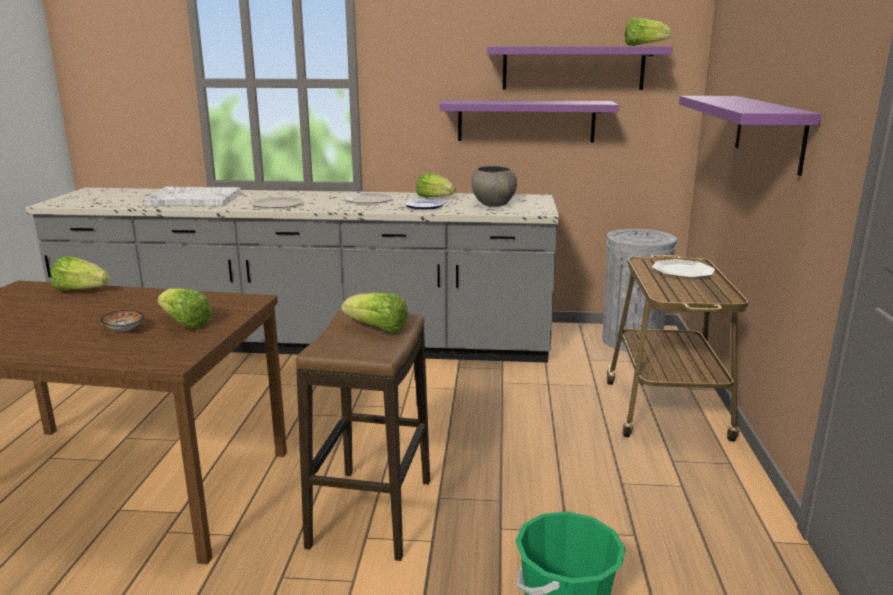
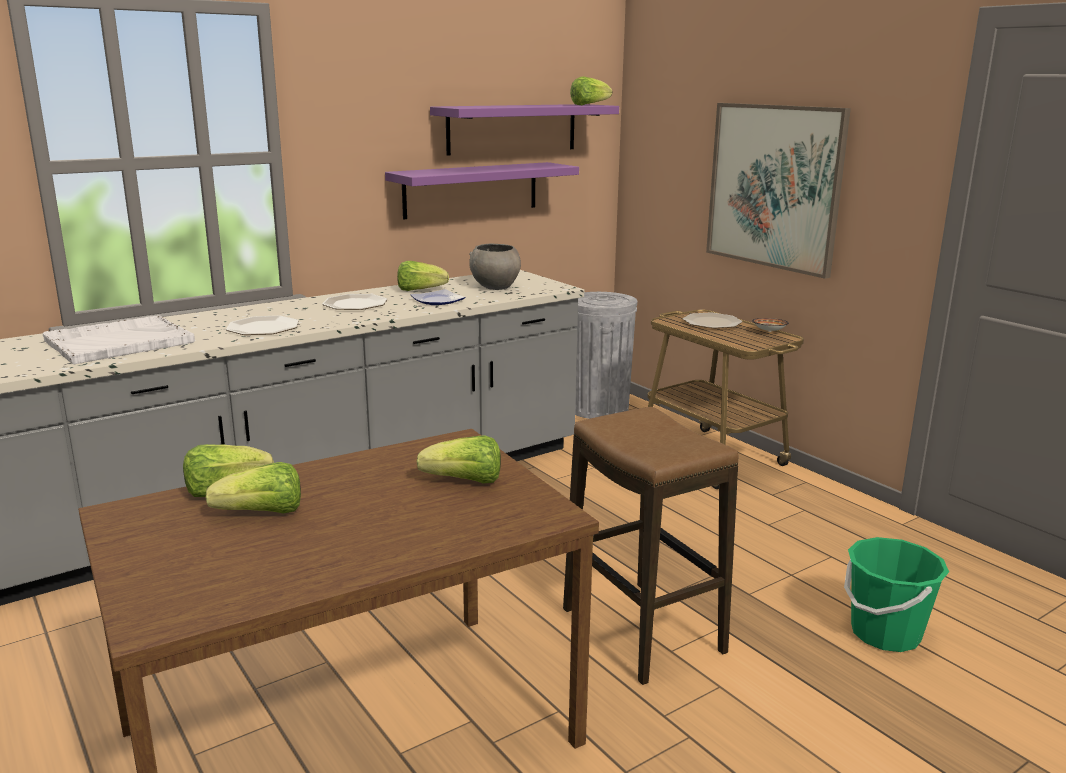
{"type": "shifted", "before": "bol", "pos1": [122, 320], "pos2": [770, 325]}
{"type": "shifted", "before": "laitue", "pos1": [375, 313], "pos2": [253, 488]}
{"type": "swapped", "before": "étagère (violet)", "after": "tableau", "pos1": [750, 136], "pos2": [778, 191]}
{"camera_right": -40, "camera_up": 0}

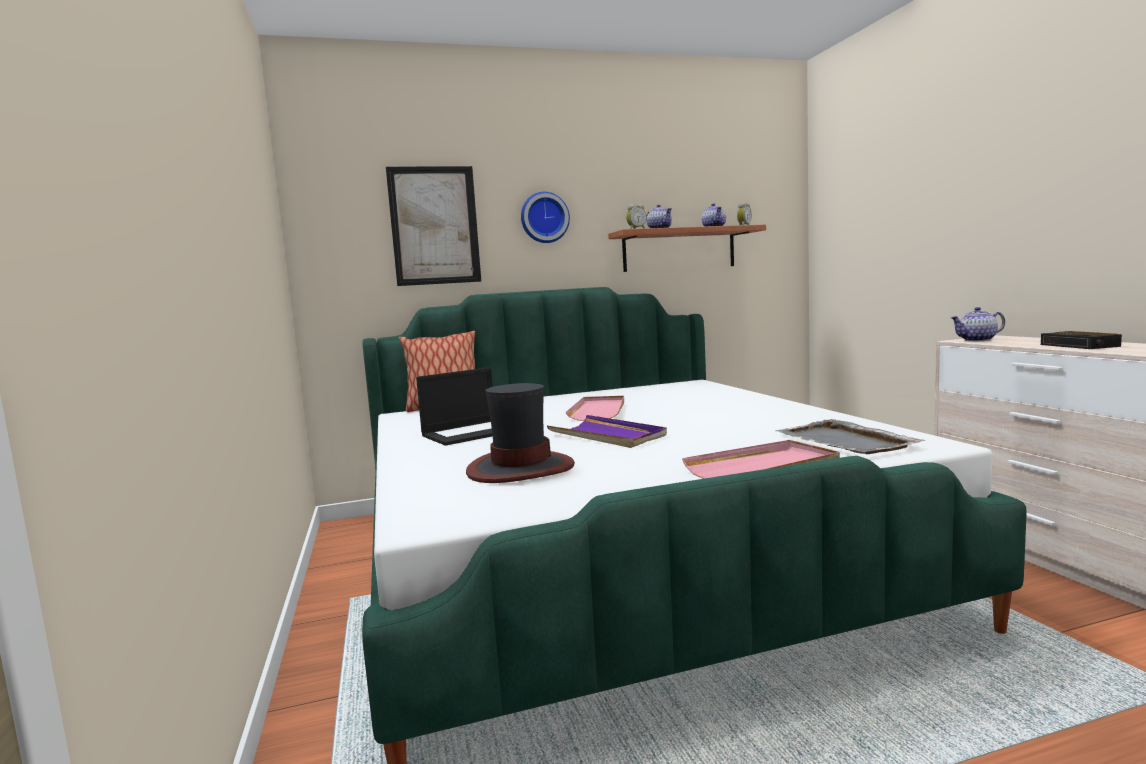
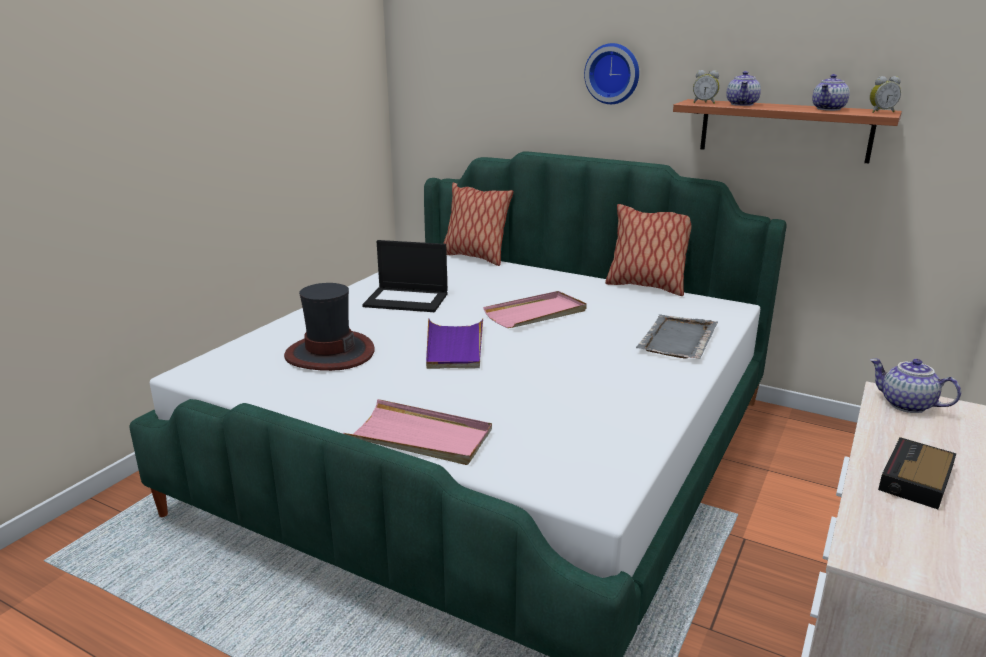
{"type": "gone", "before": "tableau", "pos1": [433, 226]}
{"type": "shifted", "before": "plateau (gris)", "pos1": [851, 436], "pos2": [677, 336]}
{"type": "new", "after": "coussin", "pos2": [648, 250]}
{"camera_right": 45, "camera_up": 15}

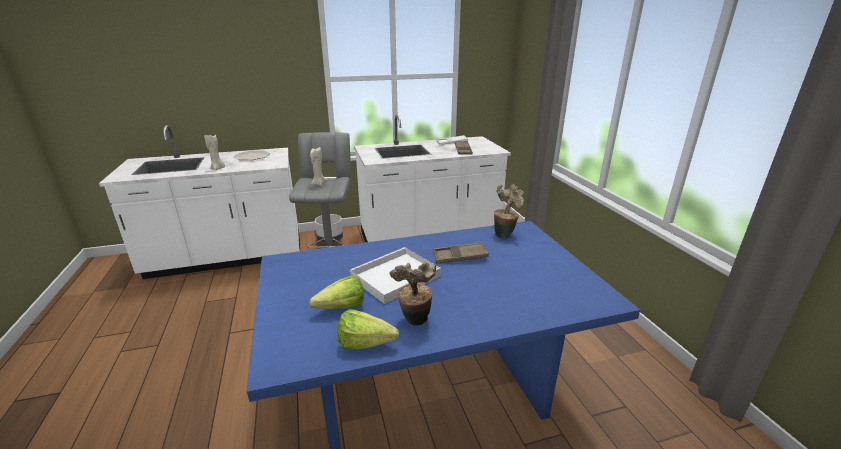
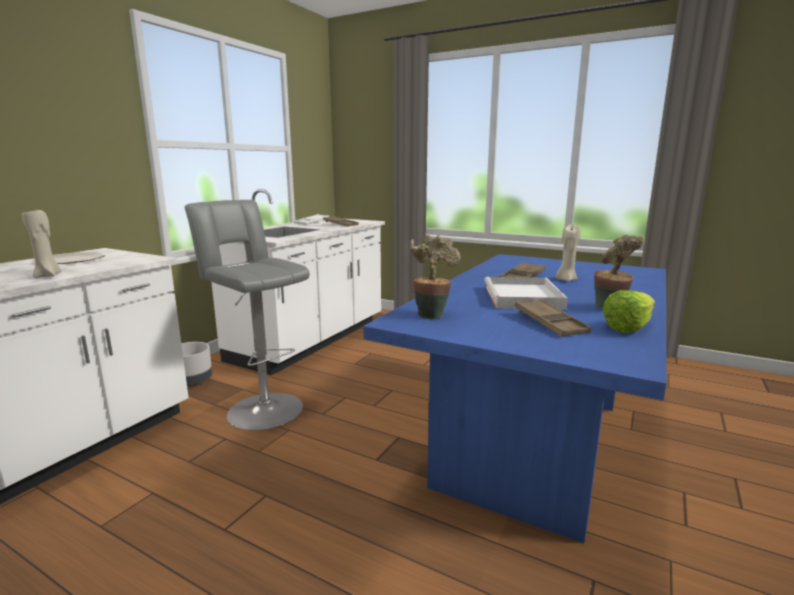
{"type": "swapped", "before": "laitue", "after": "plateau (marron)", "pos1": [336, 292], "pos2": [552, 317]}
{"type": "shifted", "before": "bougie (beige)", "pos1": [319, 166], "pos2": [568, 252]}
{"type": "shifted", "before": "plante en pot", "pos1": [509, 211], "pos2": [435, 277]}
{"camera_right": -45, "camera_up": -10}

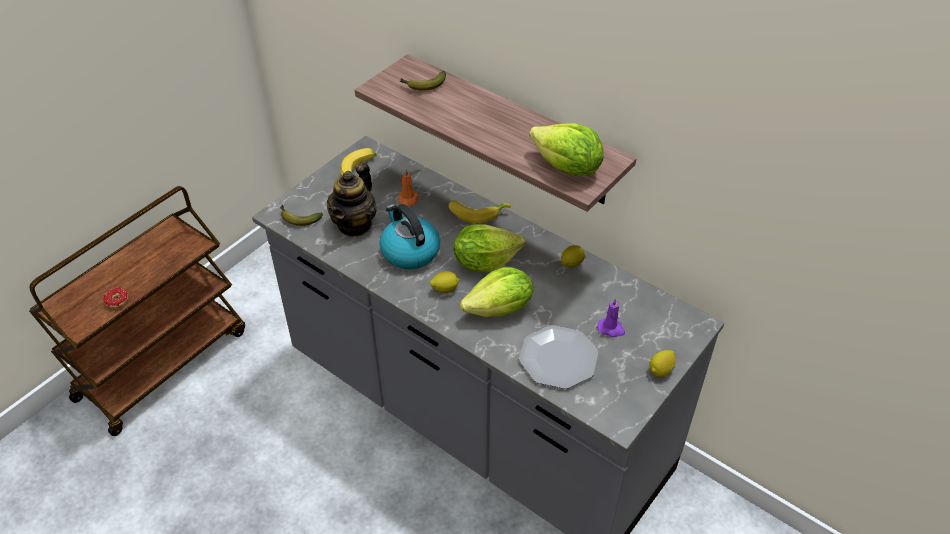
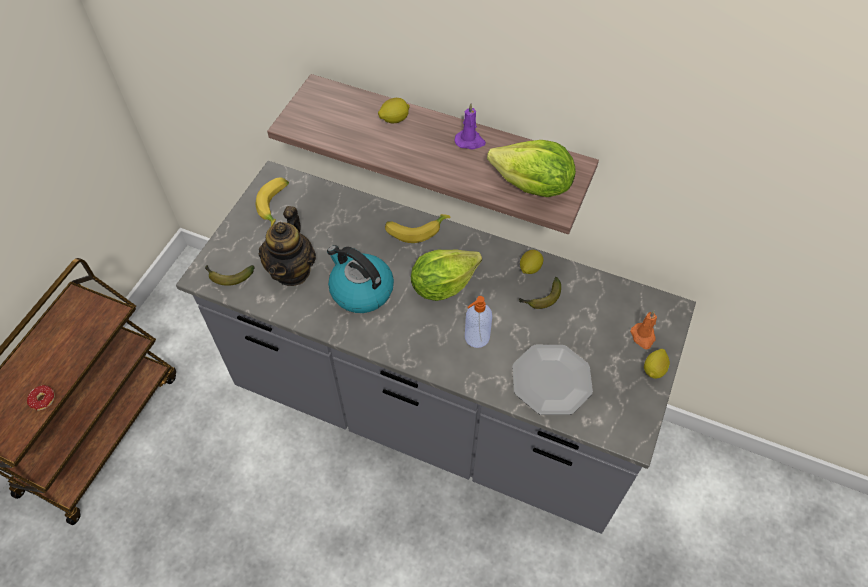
{"type": "shifted", "before": "bougie (orange)", "pos1": [408, 188], "pos2": [643, 330]}
{"type": "shifted", "before": "banane", "pos1": [423, 81], "pos2": [540, 293]}
{"type": "shifted", "before": "citron", "pos1": [445, 282], "pos2": [394, 110]}
{"type": "swapped", "before": "laitue", "after": "distributeur de savon", "pos1": [496, 292], "pos2": [478, 322]}
{"type": "shifted", "before": "bougie (violet)", "pos1": [611, 317], "pos2": [470, 126]}
{"camera_right": -15, "camera_up": 10}

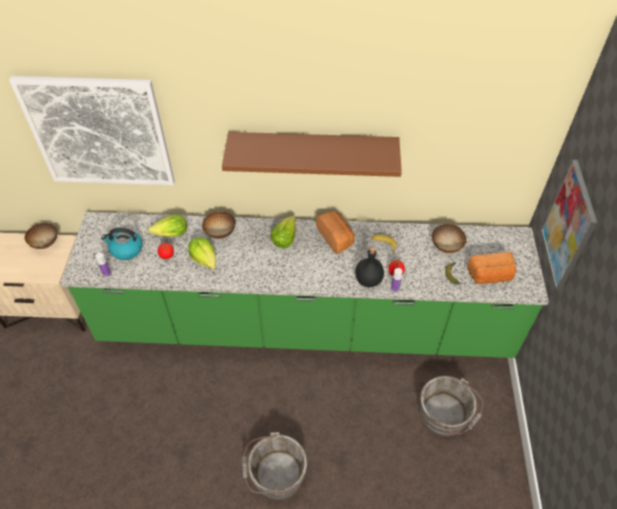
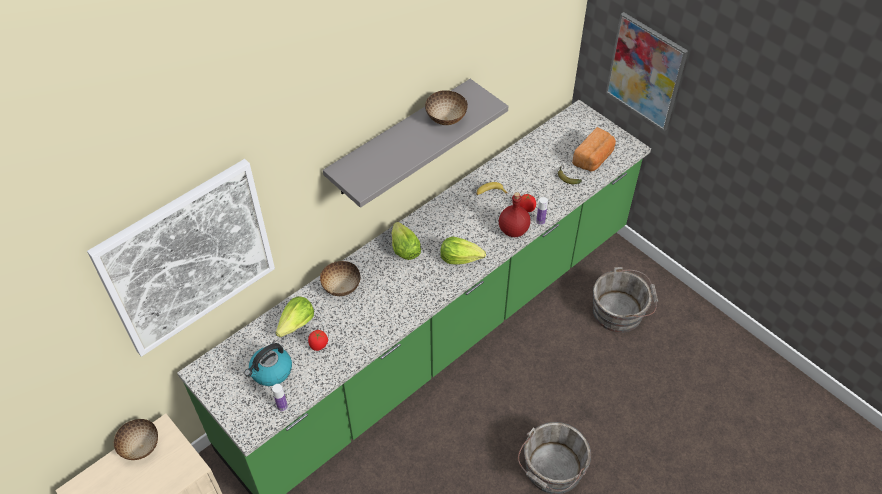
{"type": "shifted", "before": "laitue", "pos1": [202, 253], "pos2": [463, 250]}
{"type": "repainted", "before": "étagère (marron)", "after": "étagère (gris)", "pos1": [312, 154], "pos2": [415, 143]}
{"type": "gone", "before": "pain", "pos1": [335, 232]}
{"type": "repainted", "before": "bouteille (noir)", "after": "bouteille (rouge)", "pos1": [369, 267], "pos2": [515, 214]}
{"type": "shifted", "before": "bol", "pos1": [449, 238], "pos2": [446, 107]}
{"camera_right": -45, "camera_up": 0}

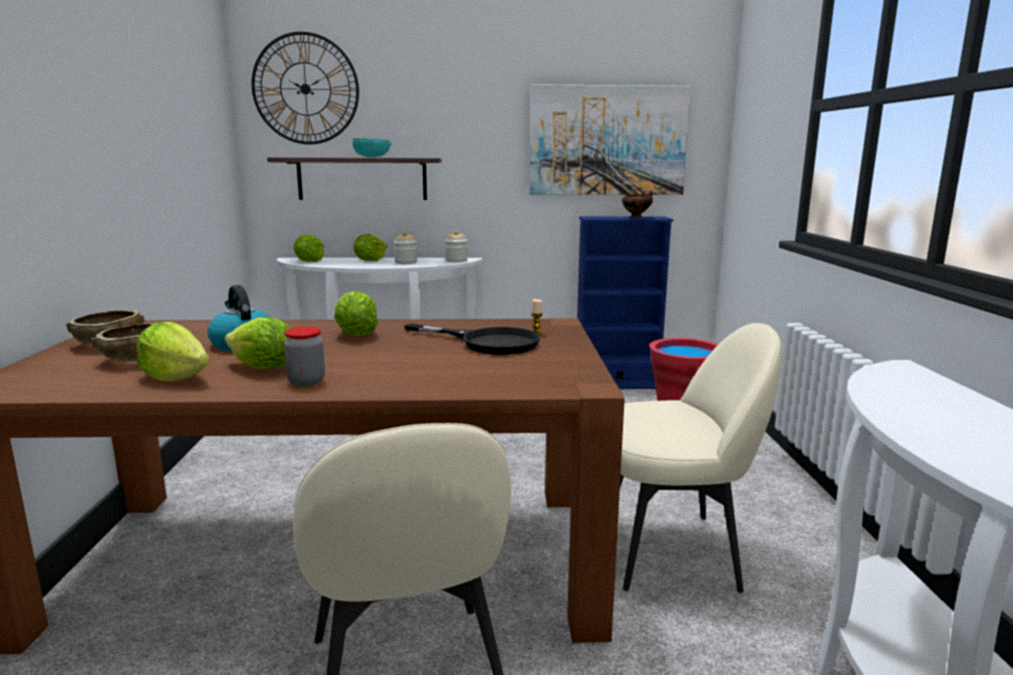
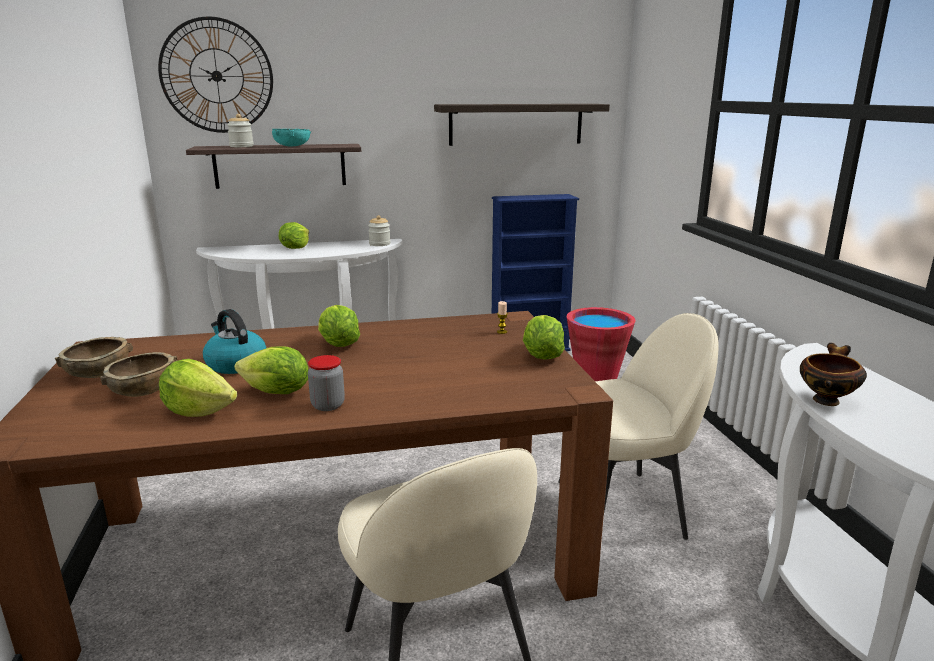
{"type": "shifted", "before": "laitue", "pos1": [308, 248], "pos2": [544, 337]}
{"type": "shifted", "before": "bocal", "pos1": [405, 248], "pos2": [240, 130]}
{"type": "gone", "before": "poêle (noir)", "pos1": [472, 339]}
{"type": "swapped", "before": "tableau", "after": "étagère", "pos1": [610, 139], "pos2": [522, 125]}
{"type": "shifted", "before": "bol", "pos1": [637, 204], "pos2": [833, 374]}
{"camera_right": -10, "camera_up": 5}

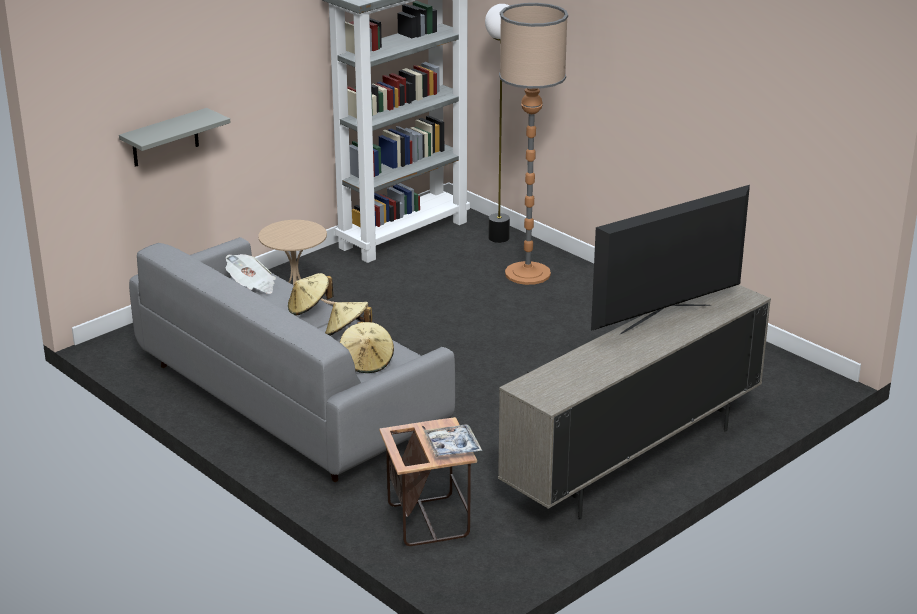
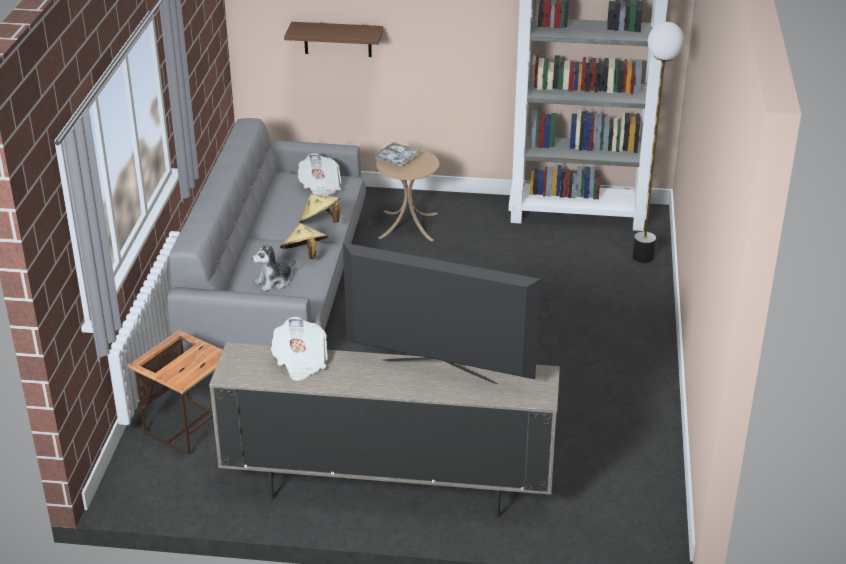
{"type": "repainted", "before": "étagère (gris)", "after": "étagère (marron)", "pos1": [175, 137], "pos2": [334, 39]}
{"type": "swapped", "before": "chapeau (beige)", "after": "peluche", "pos1": [367, 347], "pos2": [274, 266]}
{"type": "shifted", "before": "plateau", "pos1": [453, 441], "pos2": [396, 154]}
{"type": "gone", "before": "lampadaire", "pos1": [533, 144]}
{"type": "new", "after": "journal", "pos2": [298, 349]}
{"camera_right": 50, "camera_up": 5}

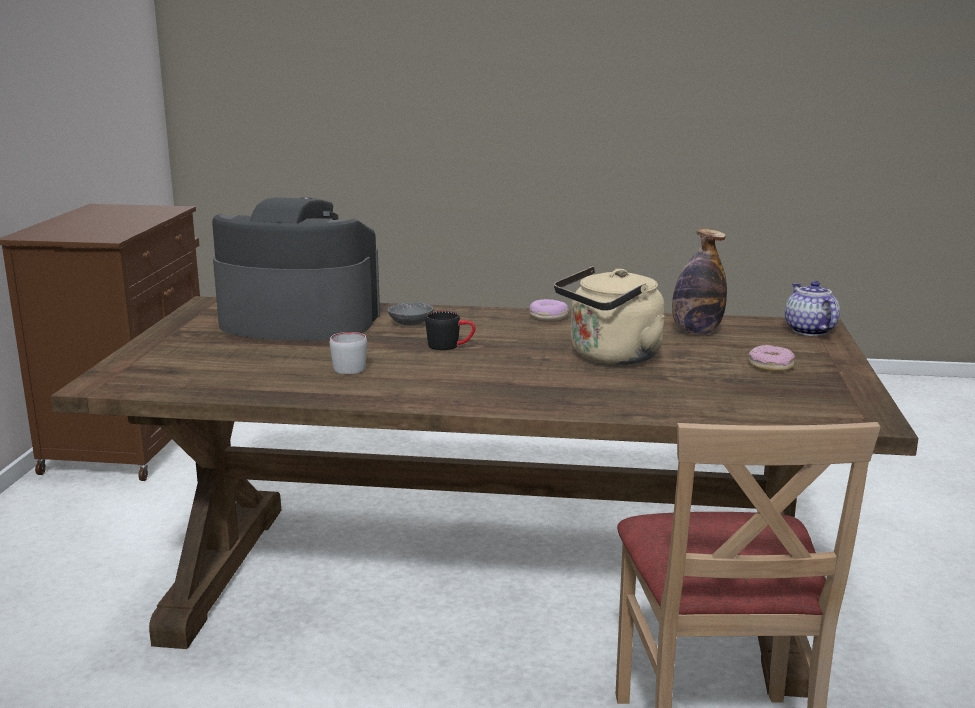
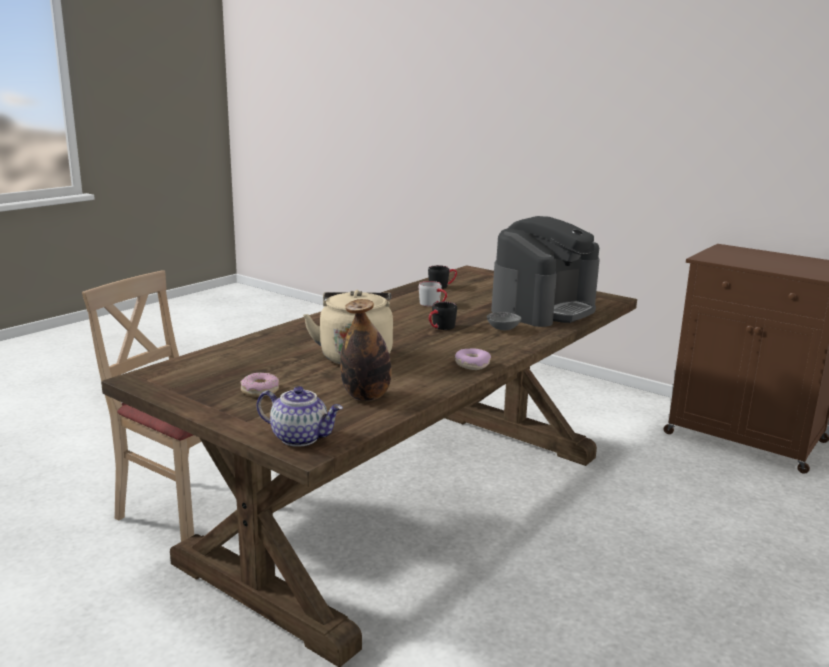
{"type": "new", "after": "mug (noir)", "pos2": [442, 277]}
{"camera_right": 120, "camera_up": 0}

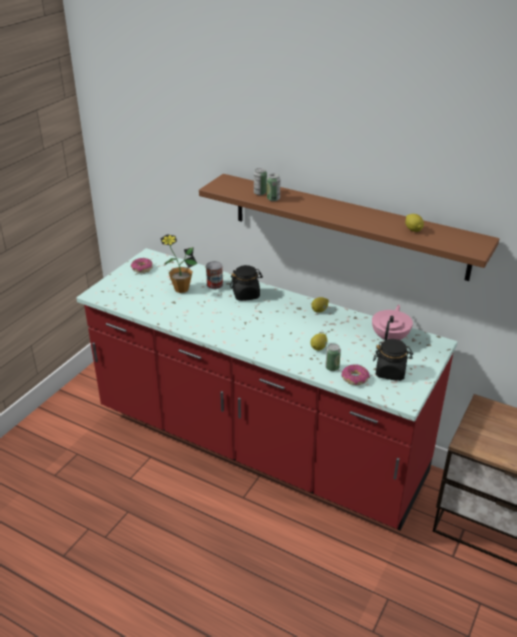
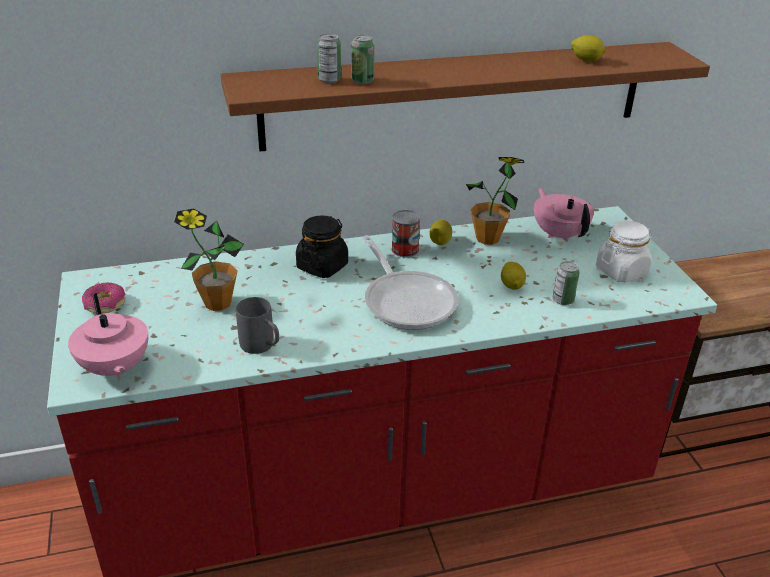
{"type": "shifted", "before": "boîte métallique", "pos1": [214, 275], "pos2": [406, 233]}
{"type": "gone", "before": "beignet", "pos1": [355, 374]}
{"type": "repainted", "before": "bocal (noir)", "after": "bocal (blanc)", "pos1": [393, 360], "pos2": [624, 252]}
{"type": "new", "after": "théière (rose)", "pos2": [108, 336]}
{"type": "new", "after": "mug (gris)", "pos2": [257, 325]}
{"type": "new", "after": "poêle", "pos2": [410, 282]}
{"type": "new", "after": "plante en pot", "pos2": [495, 201]}
{"camera_right": -45, "camera_up": 0}

